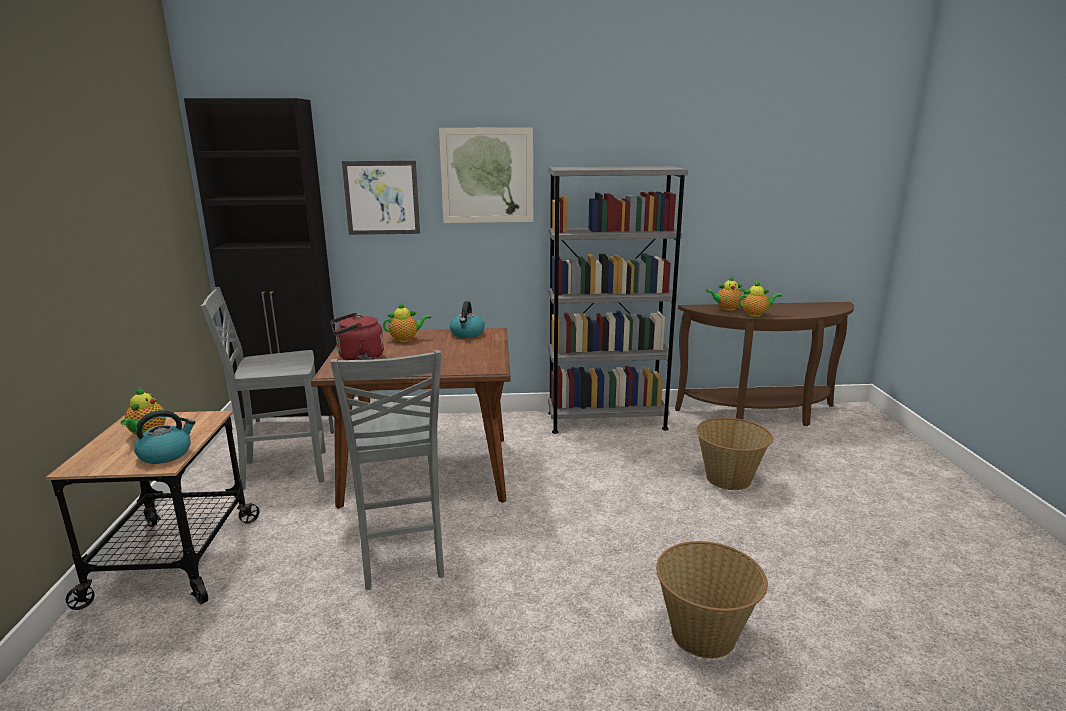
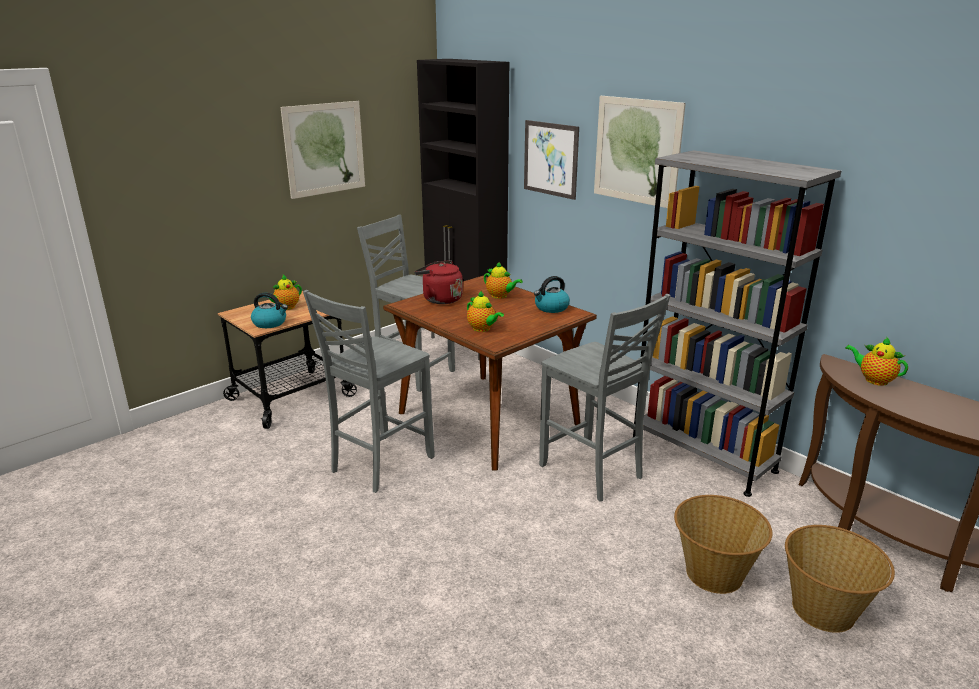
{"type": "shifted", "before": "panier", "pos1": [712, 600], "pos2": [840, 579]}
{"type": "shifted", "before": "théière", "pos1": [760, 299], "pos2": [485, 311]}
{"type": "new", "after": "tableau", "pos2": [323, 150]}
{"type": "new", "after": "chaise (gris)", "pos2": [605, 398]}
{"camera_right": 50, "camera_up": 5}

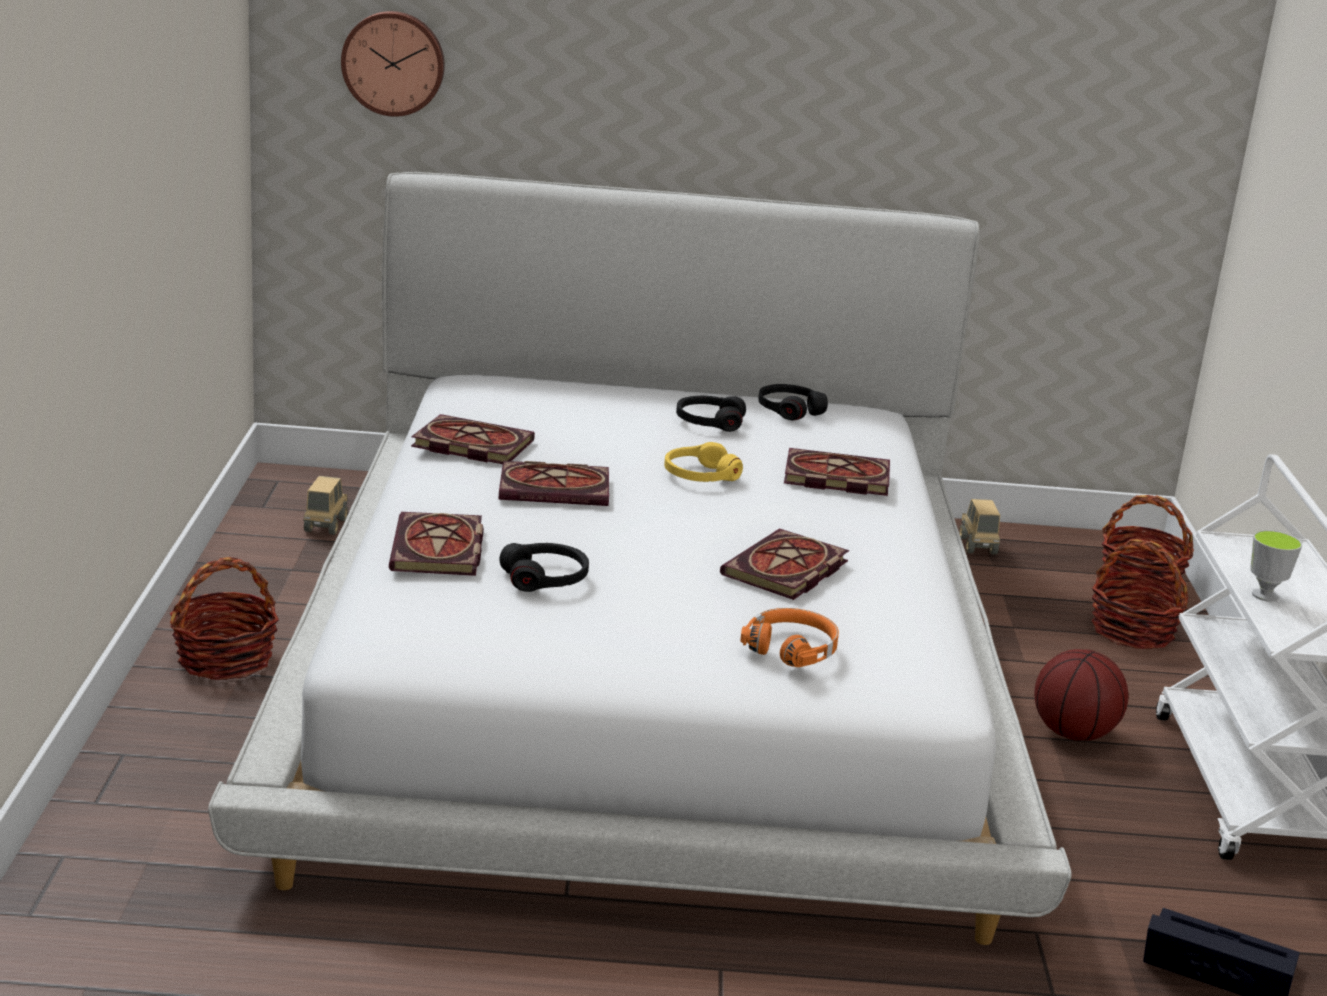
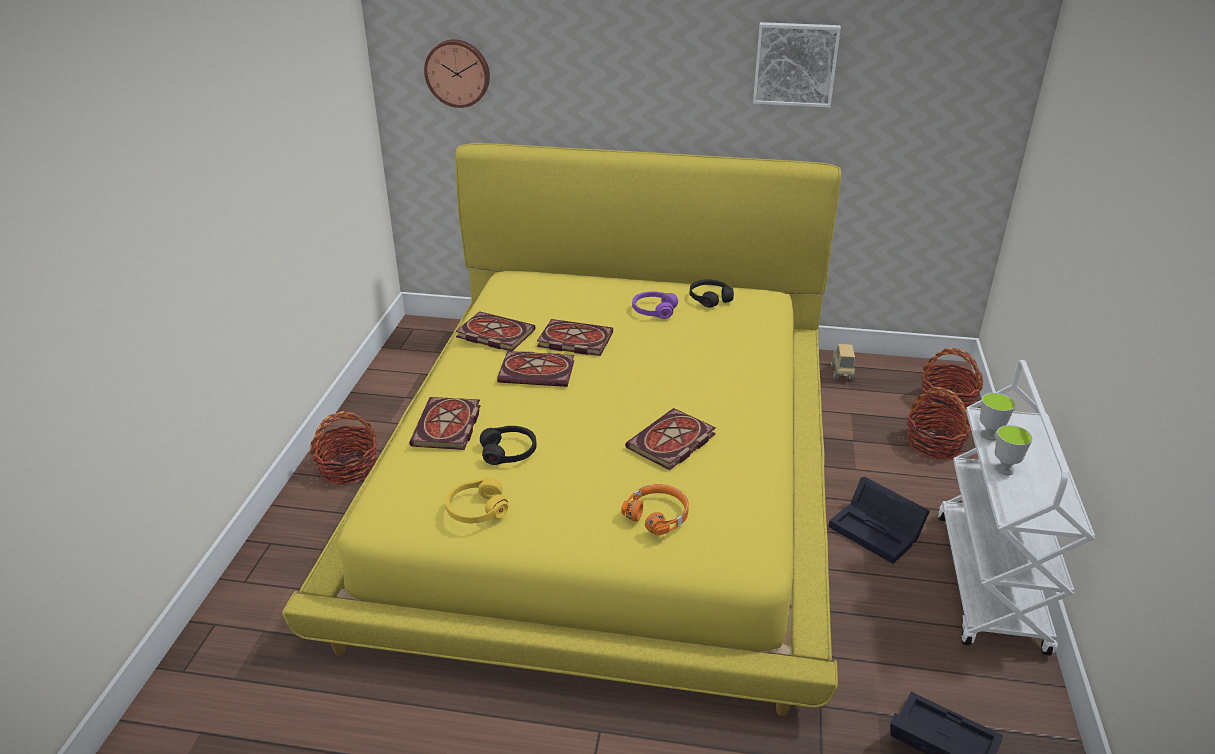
{"type": "repainted", "before": "lit (blanc)", "after": "lit (jaune)", "pos1": [640, 558], "pos2": [562, 429]}
{"type": "gone", "before": "camion jouet", "pos1": [325, 505]}
{"type": "shifted", "before": "casque audio (jaune)", "pos1": [703, 462], "pos2": [477, 500]}
{"type": "repainted", "before": "casque audio (noir)", "after": "casque audio (violet)", "pos1": [711, 414], "pos2": [655, 305]}
{"type": "shifted", "before": "livre", "pos1": [837, 472], "pos2": [575, 337]}
{"type": "swapped", "before": "ballon de basket", "after": "boîte de rangement (noir)", "pos1": [1081, 695], "pos2": [879, 520]}
{"type": "new", "after": "tableau", "pos2": [797, 64]}
{"type": "new", "after": "tasse", "pos2": [998, 417]}
{"camera_right": 10, "camera_up": 10}

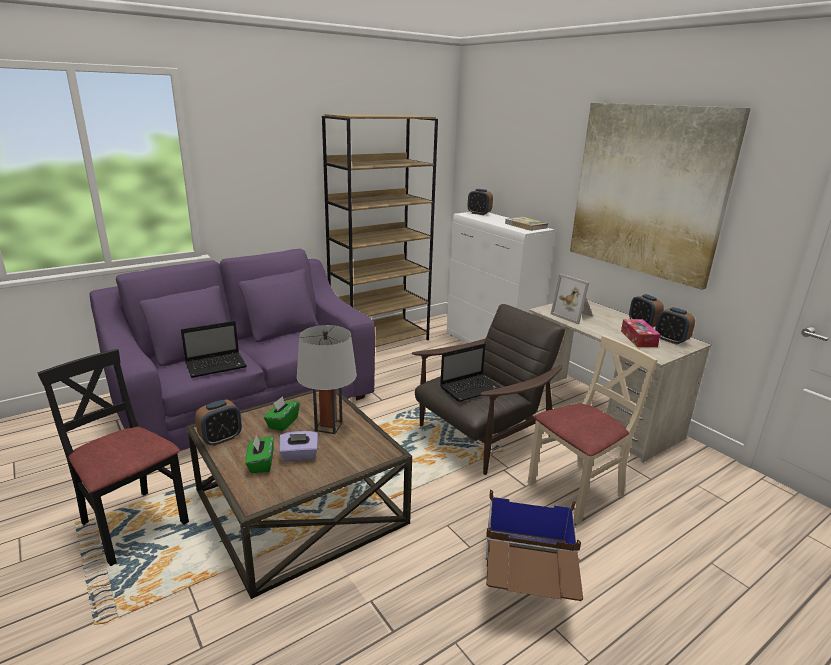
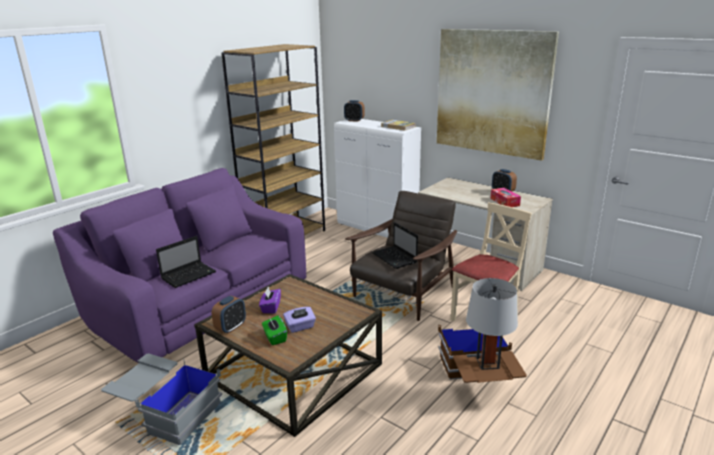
{"type": "swapped", "before": "chaise (noir)", "after": "boîte de rangement (gris)", "pos1": [113, 457], "pos2": [161, 399]}
{"type": "repainted", "before": "boîte à mouchoirs (vert)", "after": "boîte à mouchoirs (violet)", "pos1": [282, 413], "pos2": [270, 300]}
{"type": "shifted", "before": "lampe de table (gris)", "pos1": [327, 379], "pos2": [492, 324]}
{"type": "rotated", "before": "ordinateur portable", "pos1": [471, 372], "pos2": [395, 245], "turn": 105}
{"type": "gone", "before": "cadre photo", "pos1": [572, 299]}
{"type": "gone", "before": "réveil", "pos1": [675, 326]}
{"camera_right": -15, "camera_up": 0}

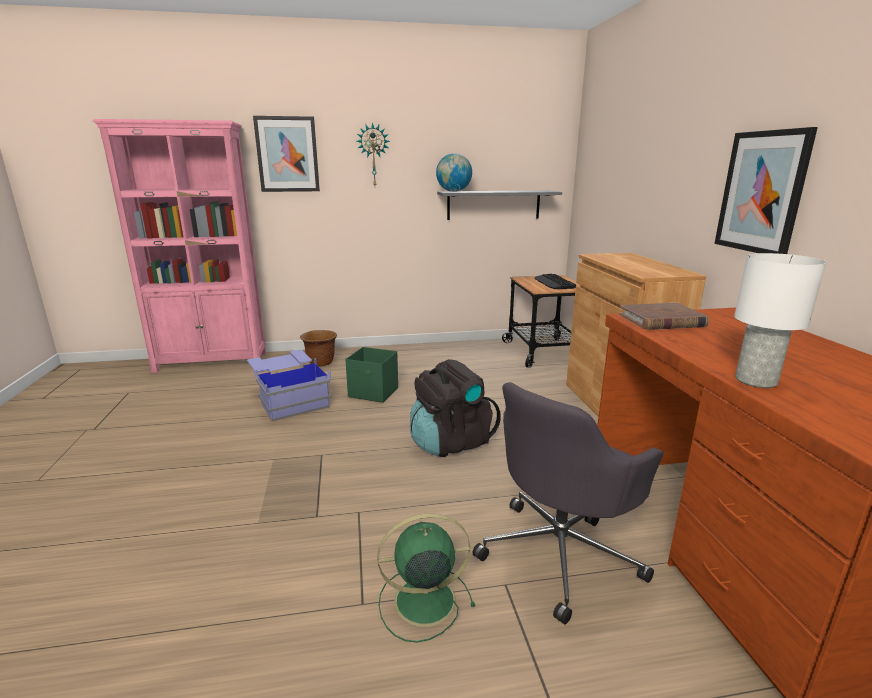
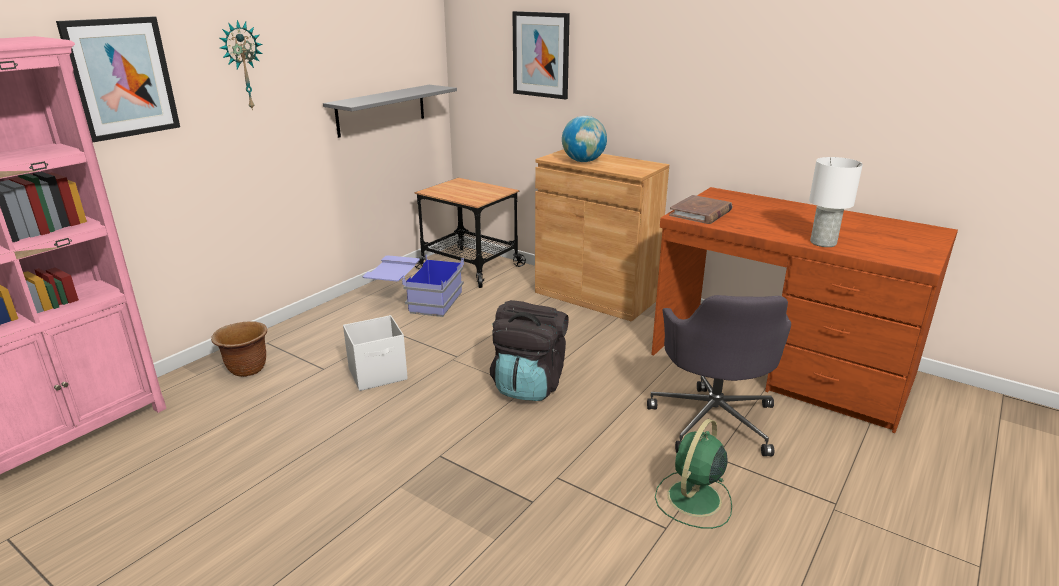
{"type": "shifted", "before": "boîte de rangement (bleu)", "pos1": [289, 385], "pos2": [413, 285]}
{"type": "repainted", "before": "boîte de rangement (vert)", "after": "boîte de rangement (blanc)", "pos1": [371, 375], "pos2": [375, 353]}
{"type": "shifted", "before": "globe", "pos1": [454, 172], "pos2": [584, 139]}
{"type": "gone", "before": "clavier", "pos1": [555, 281]}
{"type": "shifted", "before": "tableau", "pos1": [766, 190], "pos2": [541, 55]}
{"camera_right": -45, "camera_up": 5}

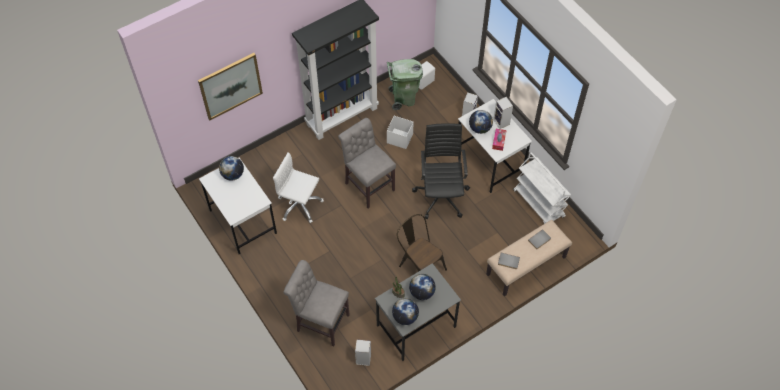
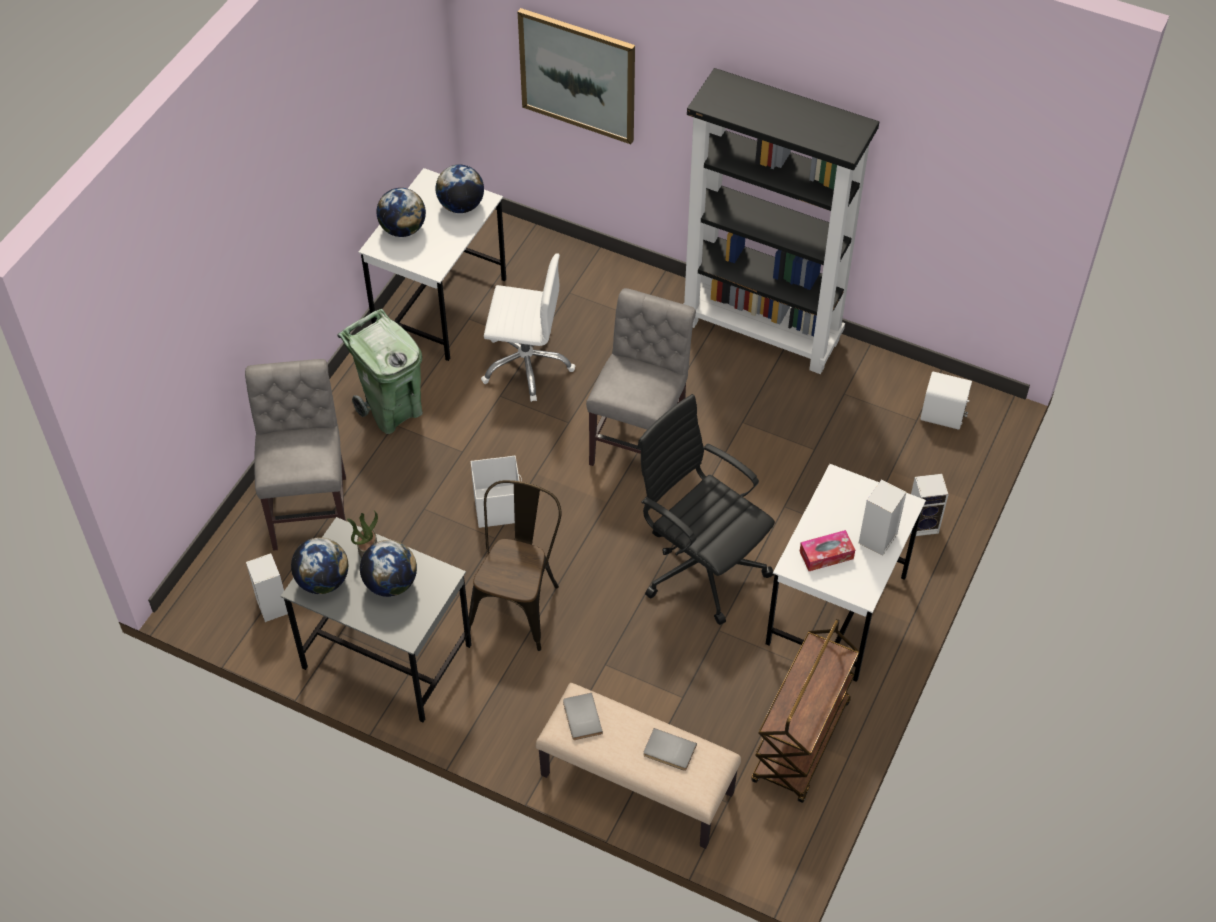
{"type": "rotated", "before": "chaise de bureau (blanc)", "pos1": [298, 187], "pos2": [528, 327], "turn": 105}
{"type": "shifted", "before": "poubelle (vert)", "pos1": [405, 84], "pos2": [380, 371]}
{"type": "shifted", "before": "boîte de rangement (blanc)", "pos1": [400, 132], "pos2": [496, 491]}
{"type": "rotated", "before": "chaise de bureau (noir)", "pos1": [441, 171], "pos2": [706, 509], "turn": -105}
{"type": "shifted", "before": "globe", "pos1": [481, 122], "pos2": [401, 212]}
{"type": "repainted", "before": "chariot (blanc)", "after": "chariot (marron)", "pos1": [542, 188], "pos2": [805, 711]}
{"camera_right": 60, "camera_up": -5}

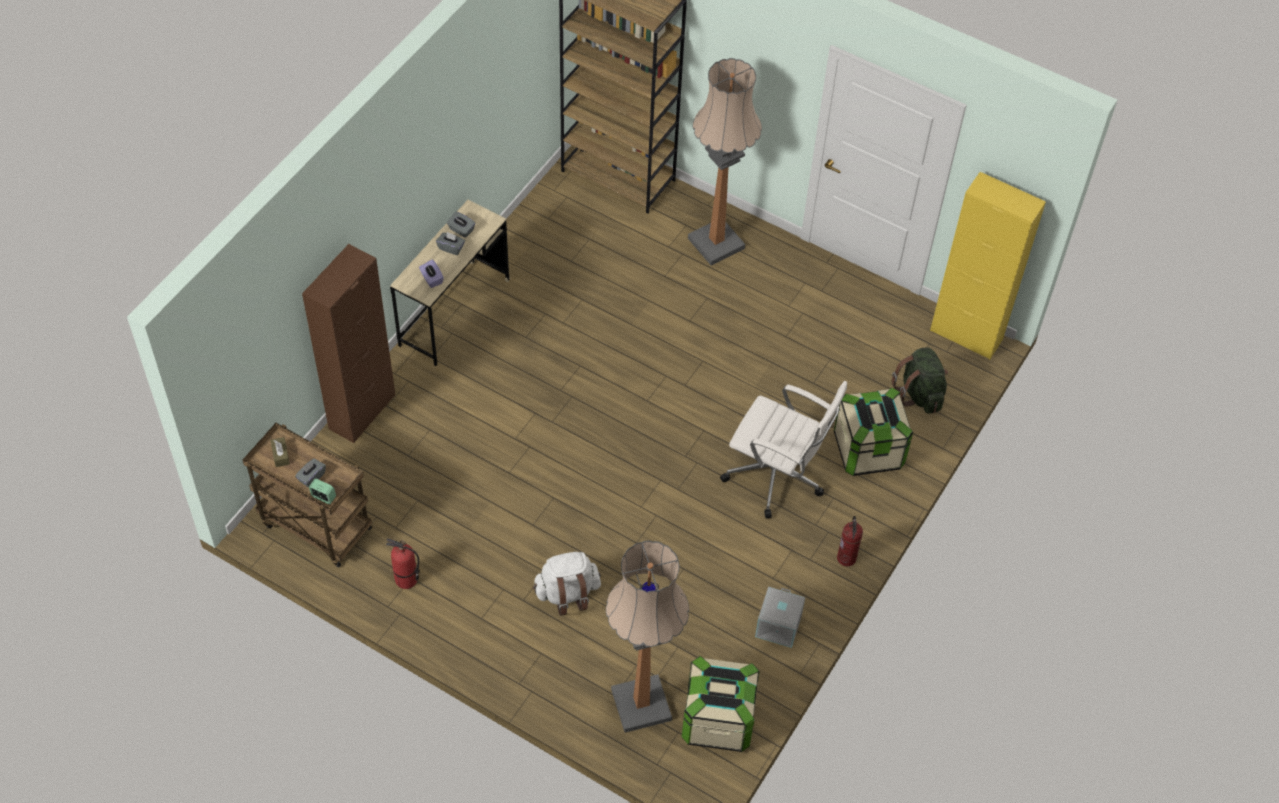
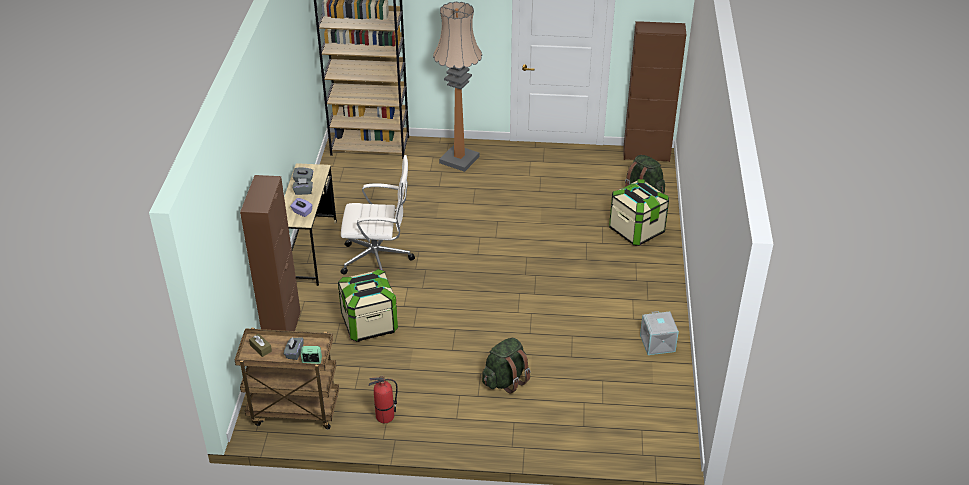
{"type": "repainted", "before": "sac à dos (blanc)", "after": "sac à dos (vert)", "pos1": [567, 584], "pos2": [506, 366]}
{"type": "gone", "before": "lampadaire", "pos1": [647, 636]}
{"type": "shifted", "before": "boîte de rangement", "pos1": [721, 704], "pos2": [368, 305]}
{"type": "shifted", "before": "chaise de bureau (blanc)", "pos1": [783, 450], "pos2": [378, 215]}
{"type": "gone", "before": "extincteur", "pos1": [850, 541]}
{"type": "repainted", "before": "meuble de rangement (jaune)", "after": "meuble de rangement (marron)", "pos1": [988, 266], "pos2": [654, 91]}
{"camera_right": -25, "camera_up": -15}

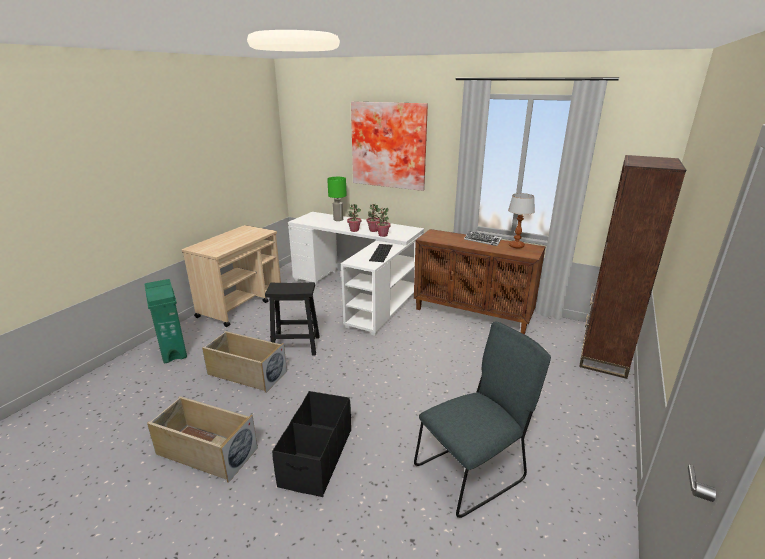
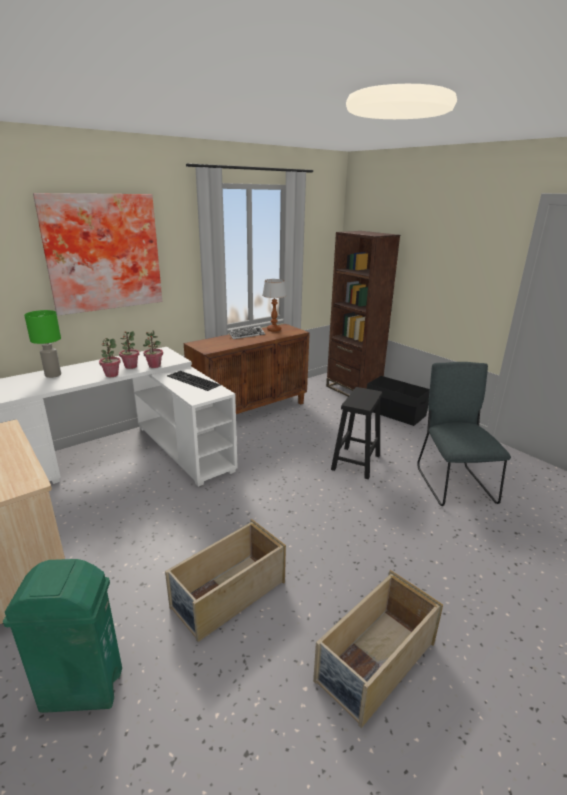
{"type": "shifted", "before": "tabouret (noir)", "pos1": [292, 318], "pos2": [356, 433]}
{"type": "shifted", "before": "boîte de rangement (noir)", "pos1": [311, 444], "pos2": [398, 401]}
{"camera_right": -65, "camera_up": 0}

